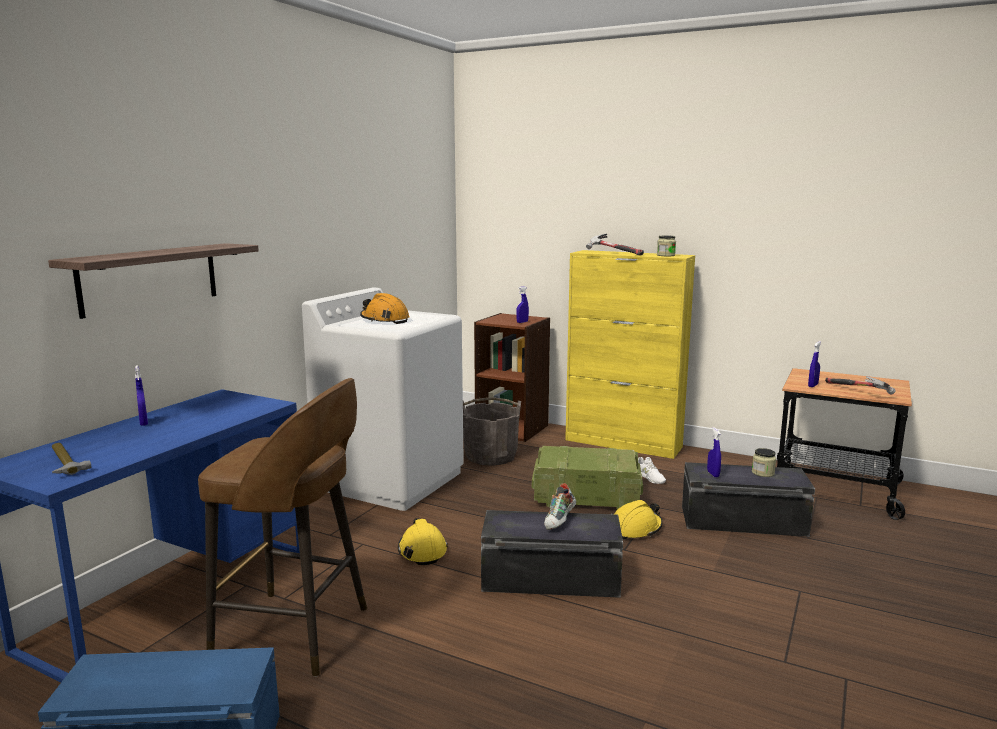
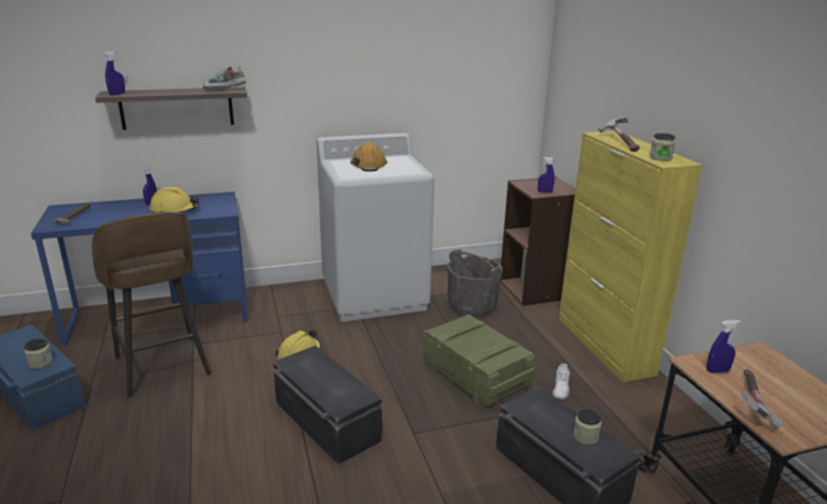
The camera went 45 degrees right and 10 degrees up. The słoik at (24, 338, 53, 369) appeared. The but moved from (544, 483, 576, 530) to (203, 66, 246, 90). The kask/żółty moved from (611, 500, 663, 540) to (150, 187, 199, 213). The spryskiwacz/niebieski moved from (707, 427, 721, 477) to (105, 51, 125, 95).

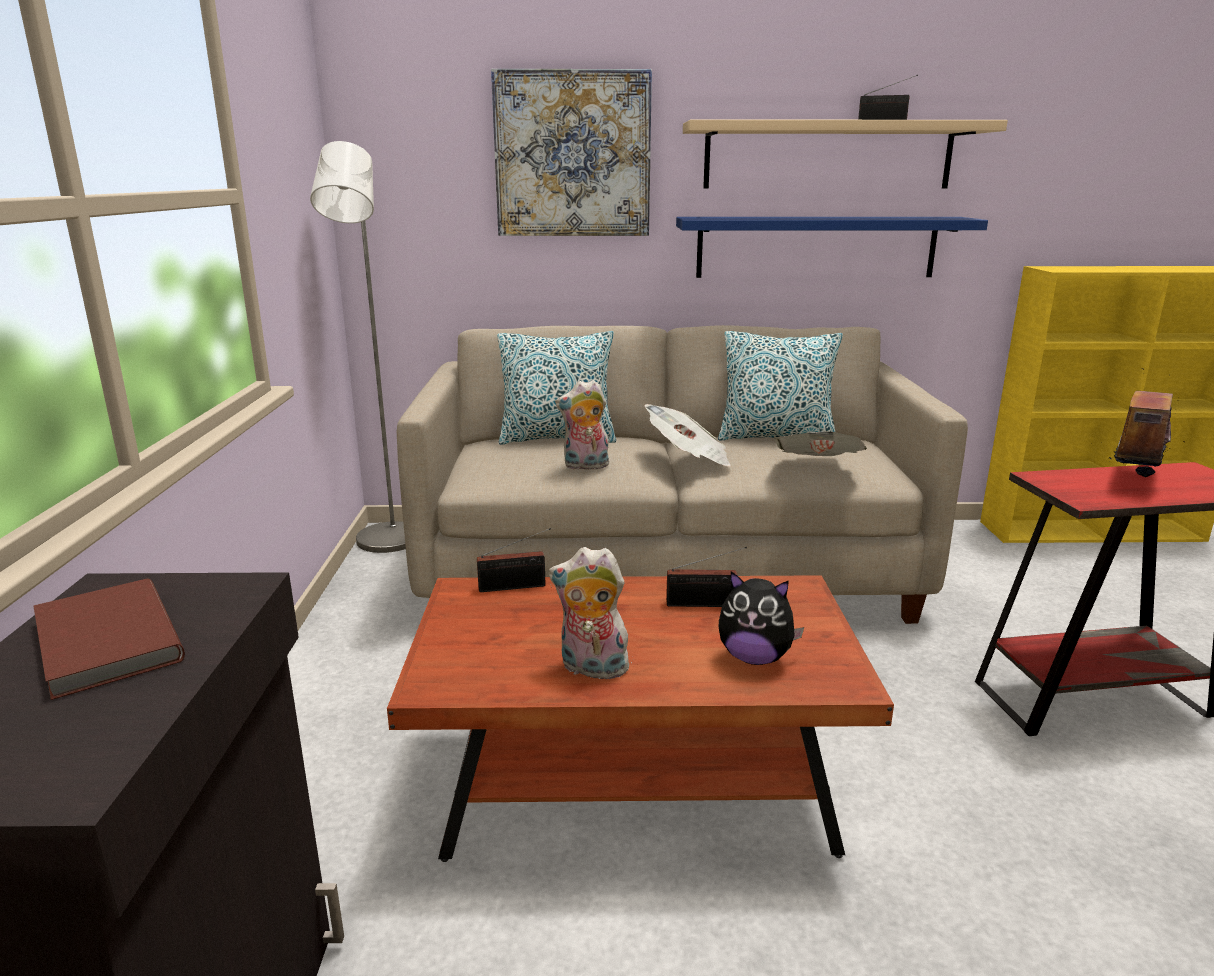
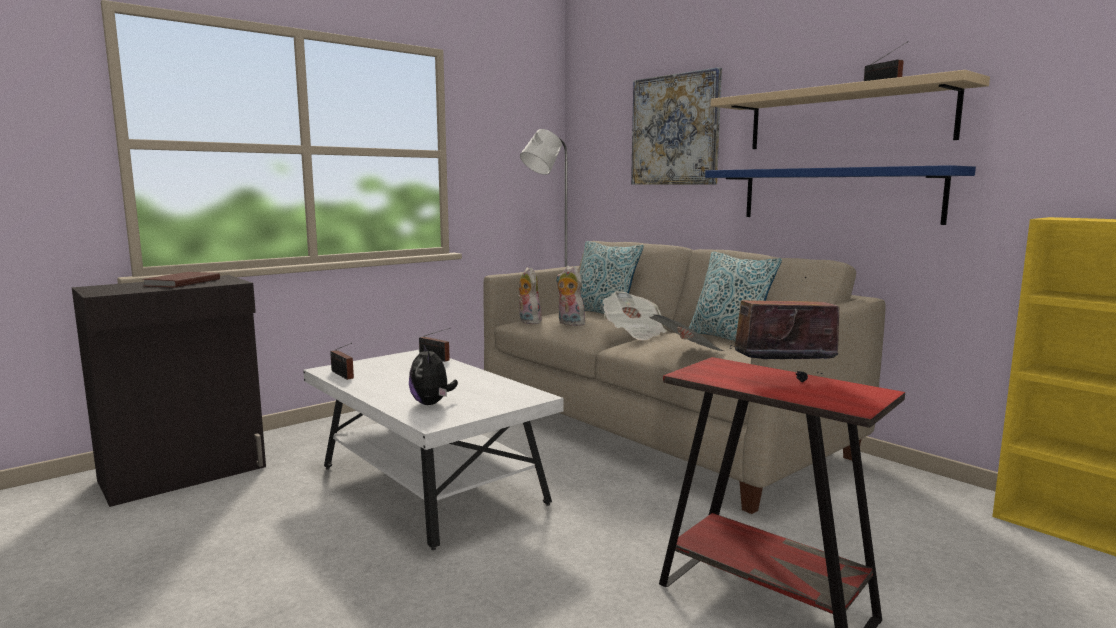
The camera went 50 degrees right and 10 degrees down. The pluszak moved from (549, 547, 632, 683) to (517, 267, 542, 324). The radio moved from (666, 547, 747, 607) to (330, 343, 354, 380). The ława/brązowy at (387, 575, 894, 862) became the ława/biały at (303, 350, 563, 550).

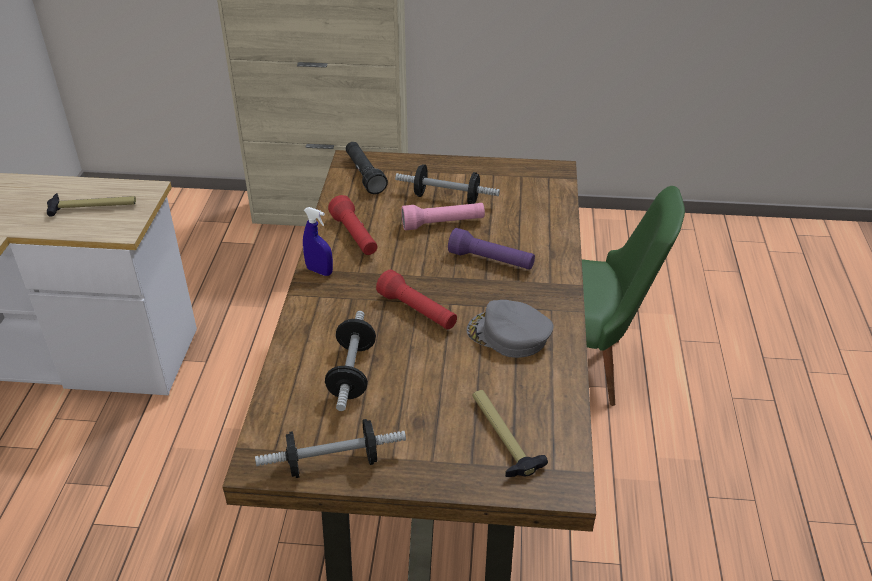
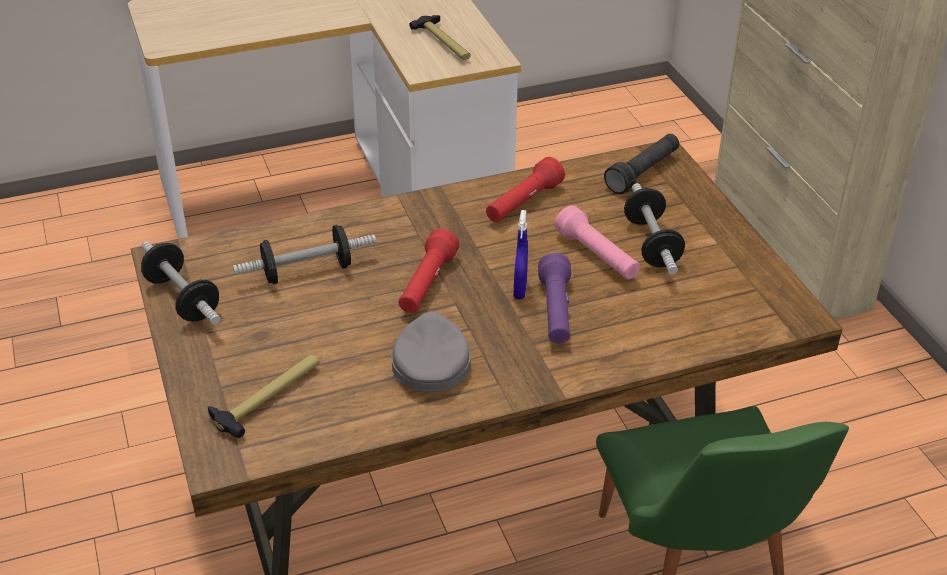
The camera went 65 degrees right and 0 degrees up. The spryskiwacz/niebieski moved from (303, 207, 333, 276) to (513, 210, 528, 299).

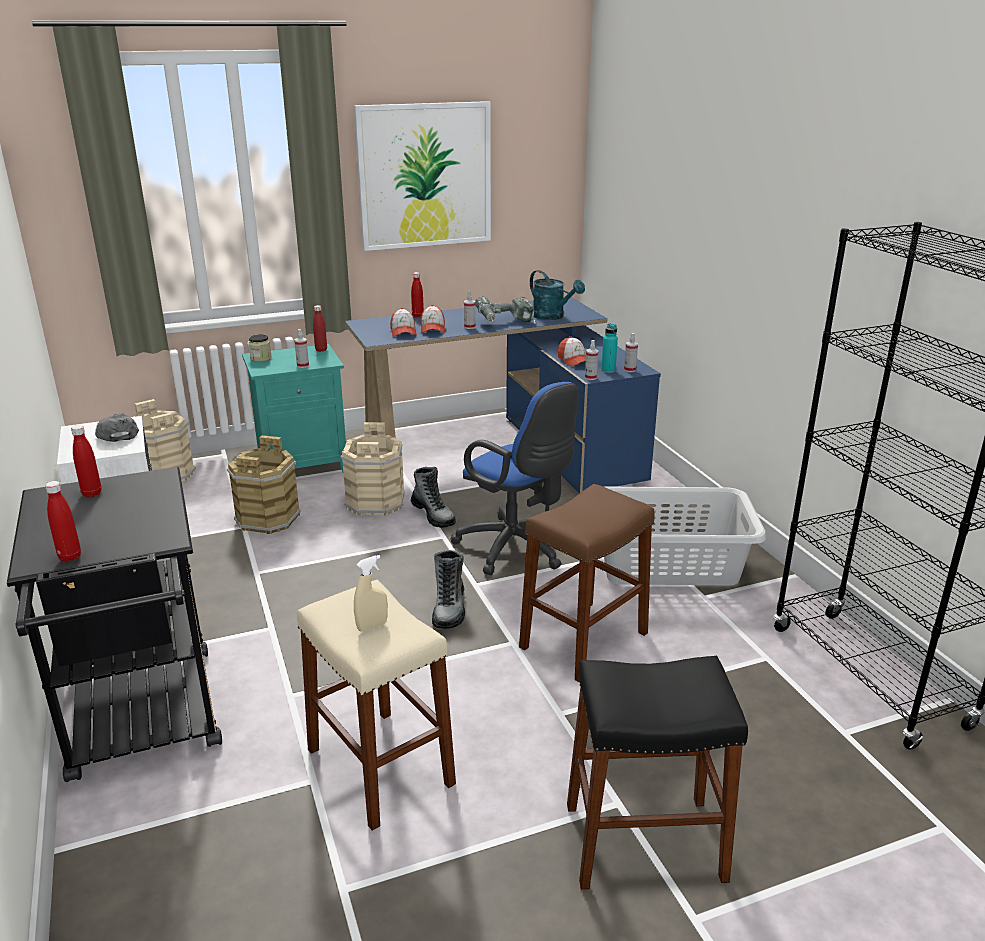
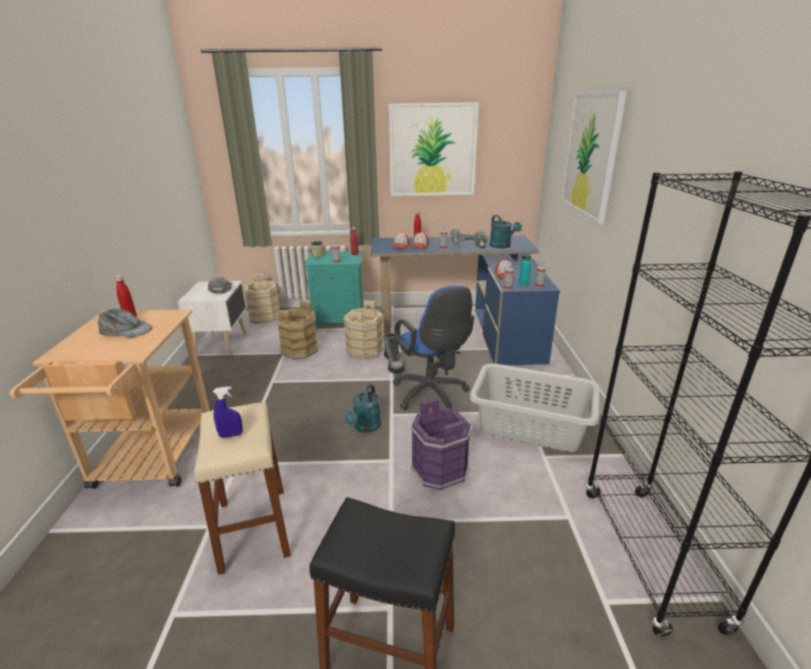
The camera went 20 degrees right and 0 degrees up. The butelka/czerwony at (45, 481, 81, 562) disappeared. The czapka z daszkiem/szary at (98, 308, 153, 337) appeared. The obraz at (561, 91, 627, 224) appeared. The but z cholewką at (432, 550, 465, 629) was replaced by the konewka/turkusowy at (345, 384, 381, 433). The stołek/brązowy at (519, 484, 655, 683) was replaced by the wiadro/fioletowy at (410, 397, 471, 490). The wózek/czarny at (7, 467, 222, 782) became the wózek/beżowy at (10, 309, 210, 489). The spryskiwacz/beżowy at (354, 555, 388, 632) became the spryskiwacz/niebieski at (213, 386, 243, 438).

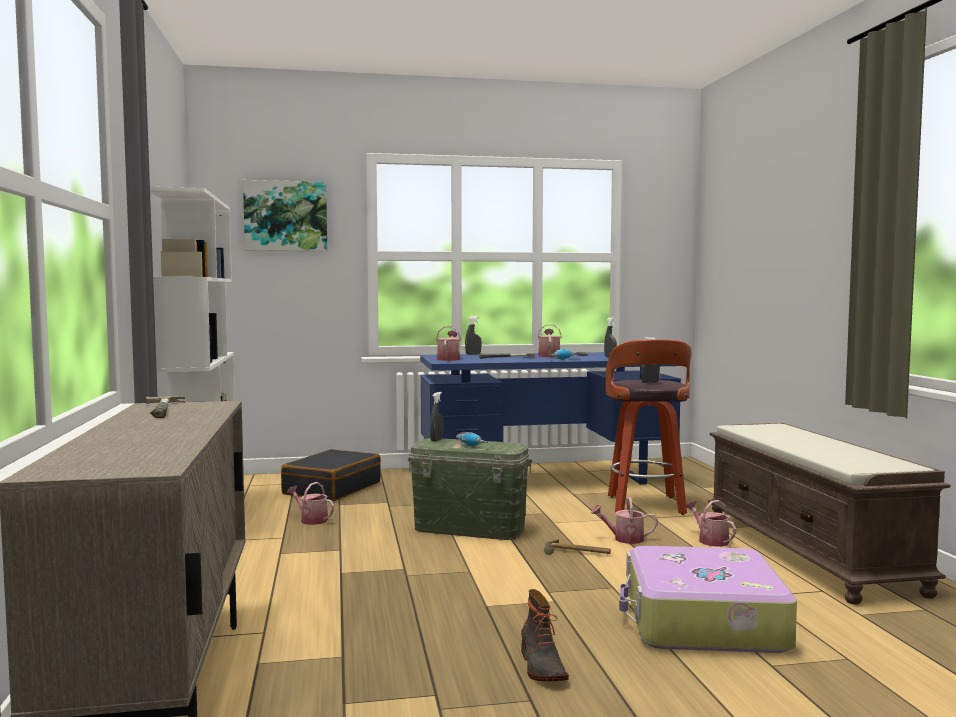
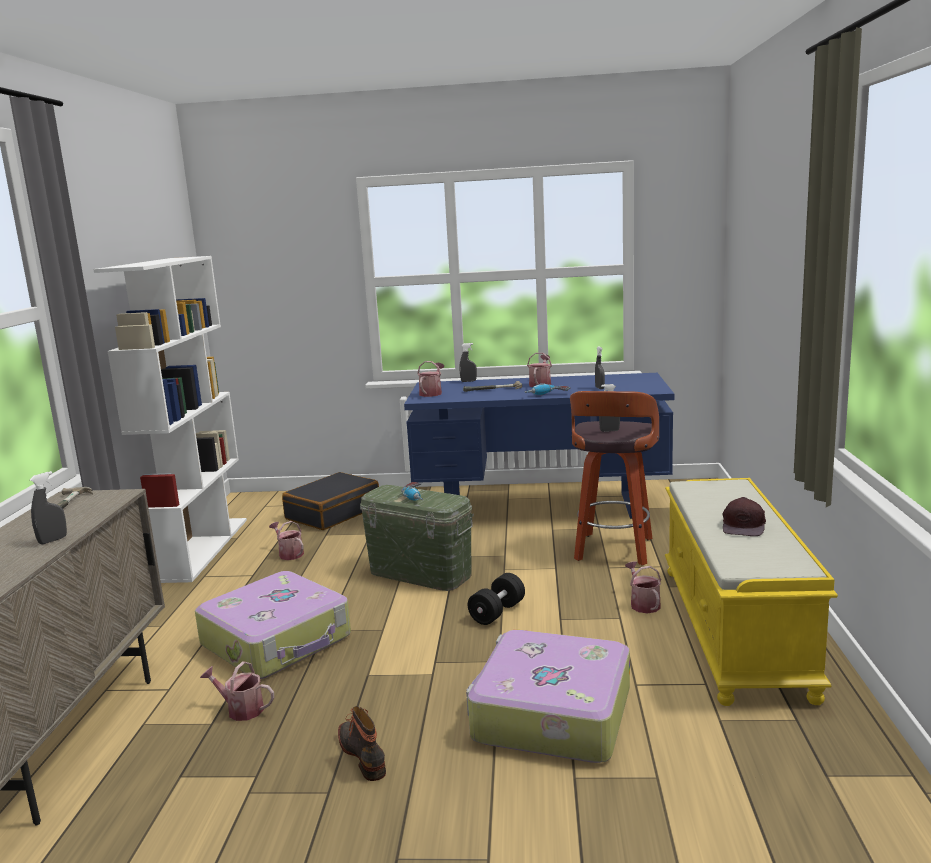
The camera went 15 degrees right and 10 degrees up. The obraz at (243, 180, 327, 251) disappeared. The walizka at (195, 571, 351, 679) appeared. The czapka z daszkiem/brązowy at (722, 497, 766, 536) appeared. The spryskiwacz/szary moved from (430, 392, 444, 442) to (30, 471, 67, 544). The konewka moved from (591, 497, 658, 544) to (200, 661, 274, 721). The młotek at (544, 539, 611, 555) was replaced by the hantel/czarny at (468, 573, 525, 625). The ławka/brązowy at (708, 423, 951, 605) became the ławka/żółty at (665, 478, 838, 706). The but z cholewką at (521, 589, 569, 681) turned 150 degrees clockwise.

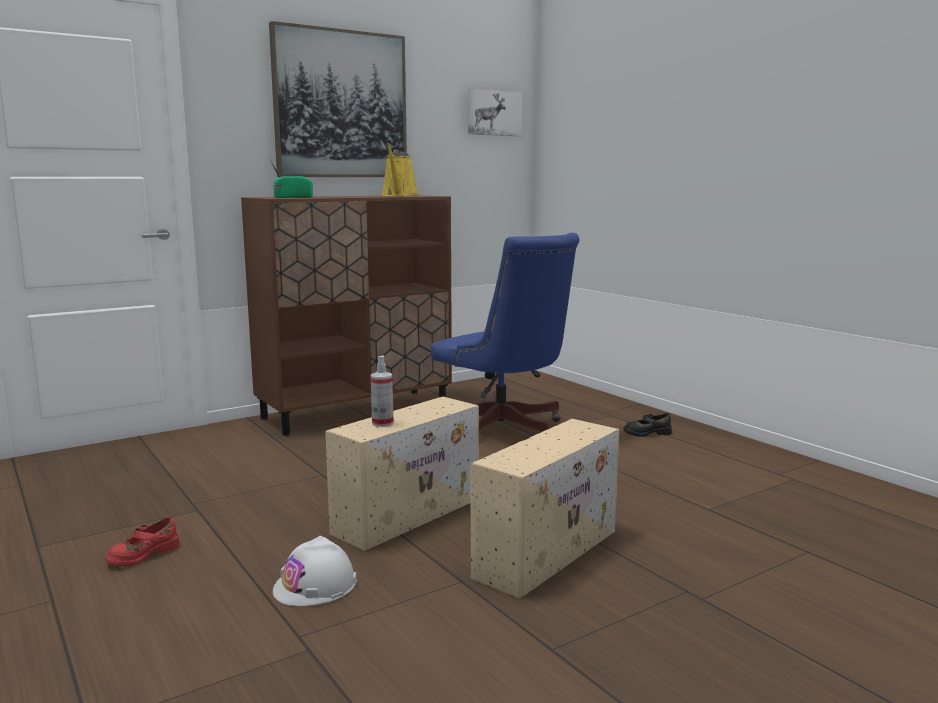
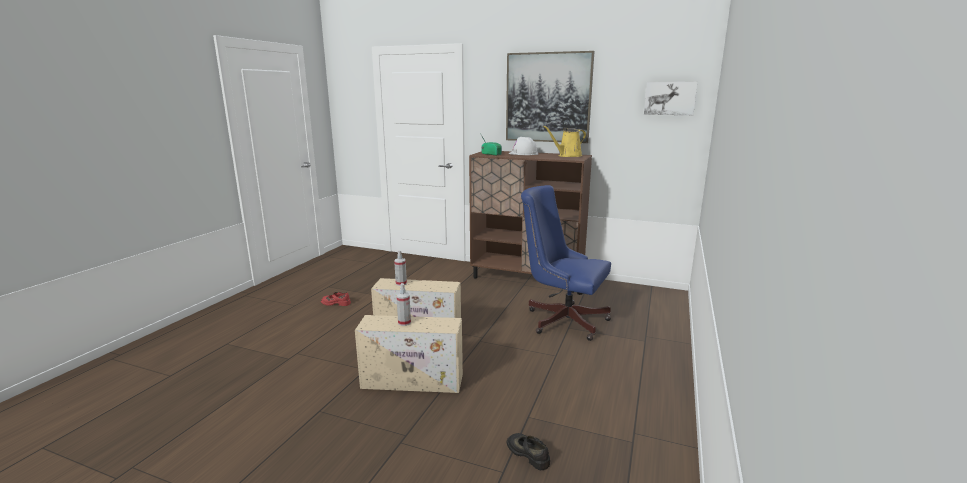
The camera went 55 degrees right and 5 degrees up. The spryskiwacz at (396, 283, 411, 326) appeared. The kask/biały moved from (273, 536, 357, 606) to (509, 137, 538, 155). The but/czarny moved from (623, 413, 672, 437) to (507, 433, 550, 470). The krzesło biurowe/niebieski at (431, 233, 580, 432) turned 105 degrees clockwise.

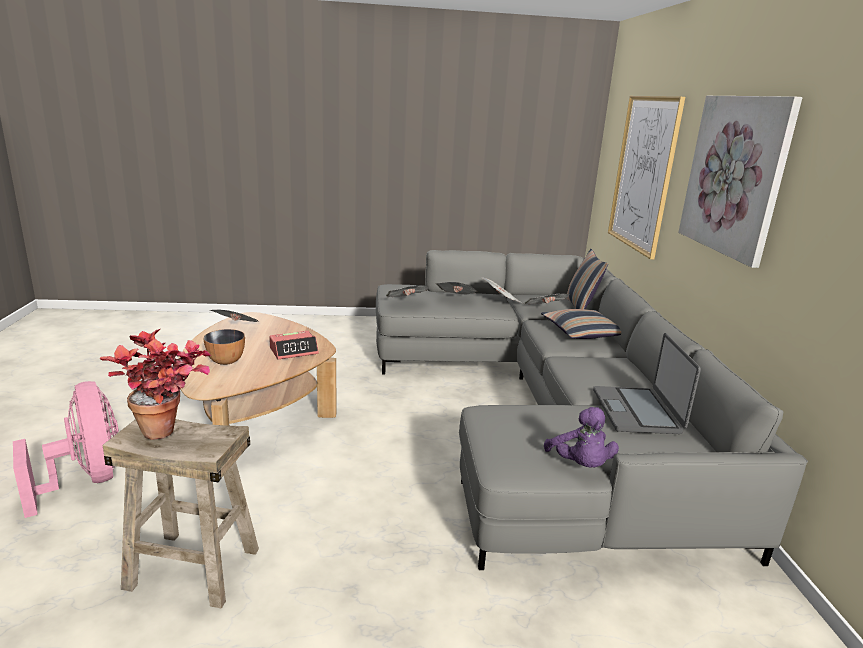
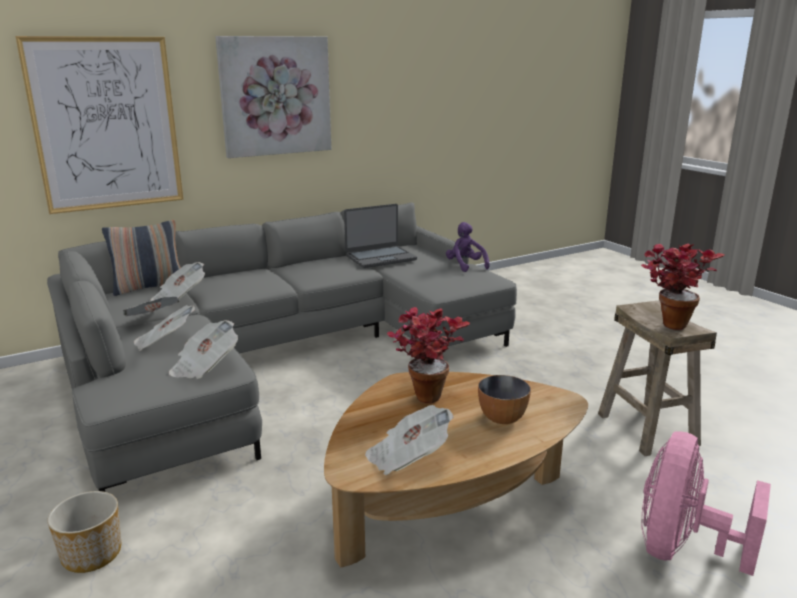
The camera went 115 degrees left and 0 degrees up. The poduszka at (541, 309, 621, 339) disappeared. The donica at (47, 491, 121, 573) appeared. The budzik at (269, 331, 319, 360) was replaced by the roślina doniczkowa at (387, 307, 470, 403). The pluszak/fioletowy at (544, 407, 619, 468) turned 75 degrees counterclockwise.

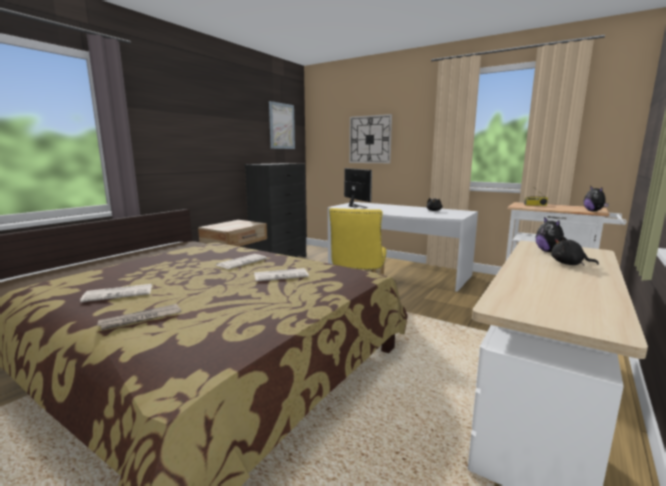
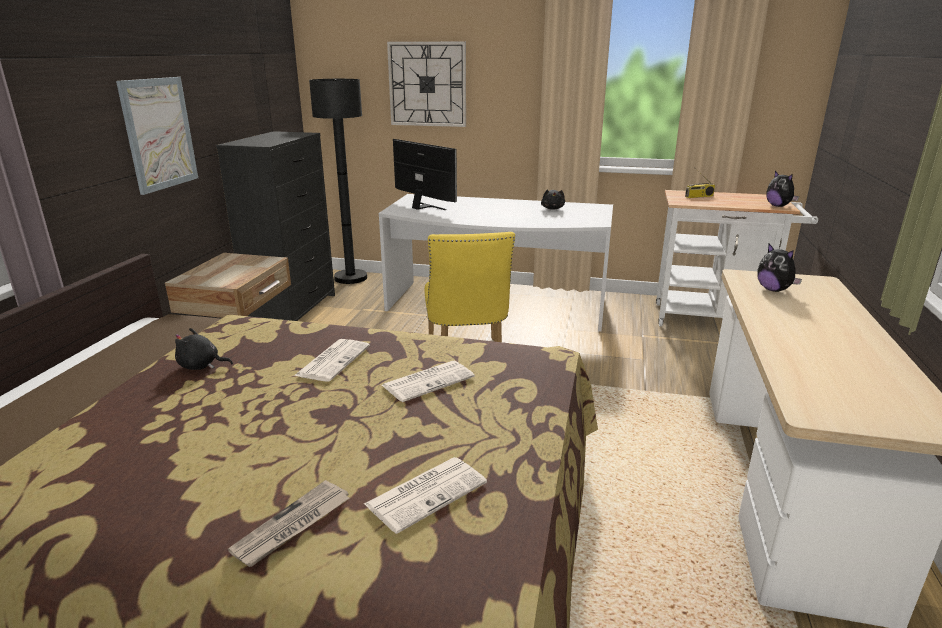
The camera went 20 degrees left and 10 degrees up. The lampa stojąca/czarny at (309, 79, 367, 284) appeared. The gazeta moved from (80, 284, 152, 302) to (364, 457, 487, 534). The obraz moved from (269, 101, 295, 149) to (116, 77, 198, 195). The pluszak/czarny moved from (551, 236, 599, 266) to (175, 328, 233, 370).

